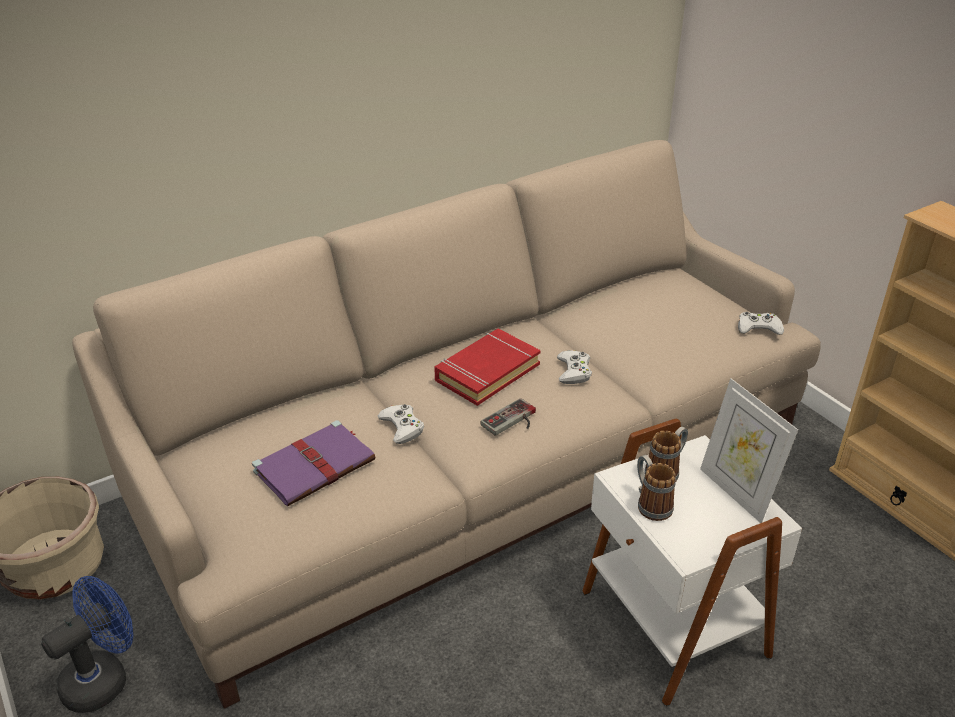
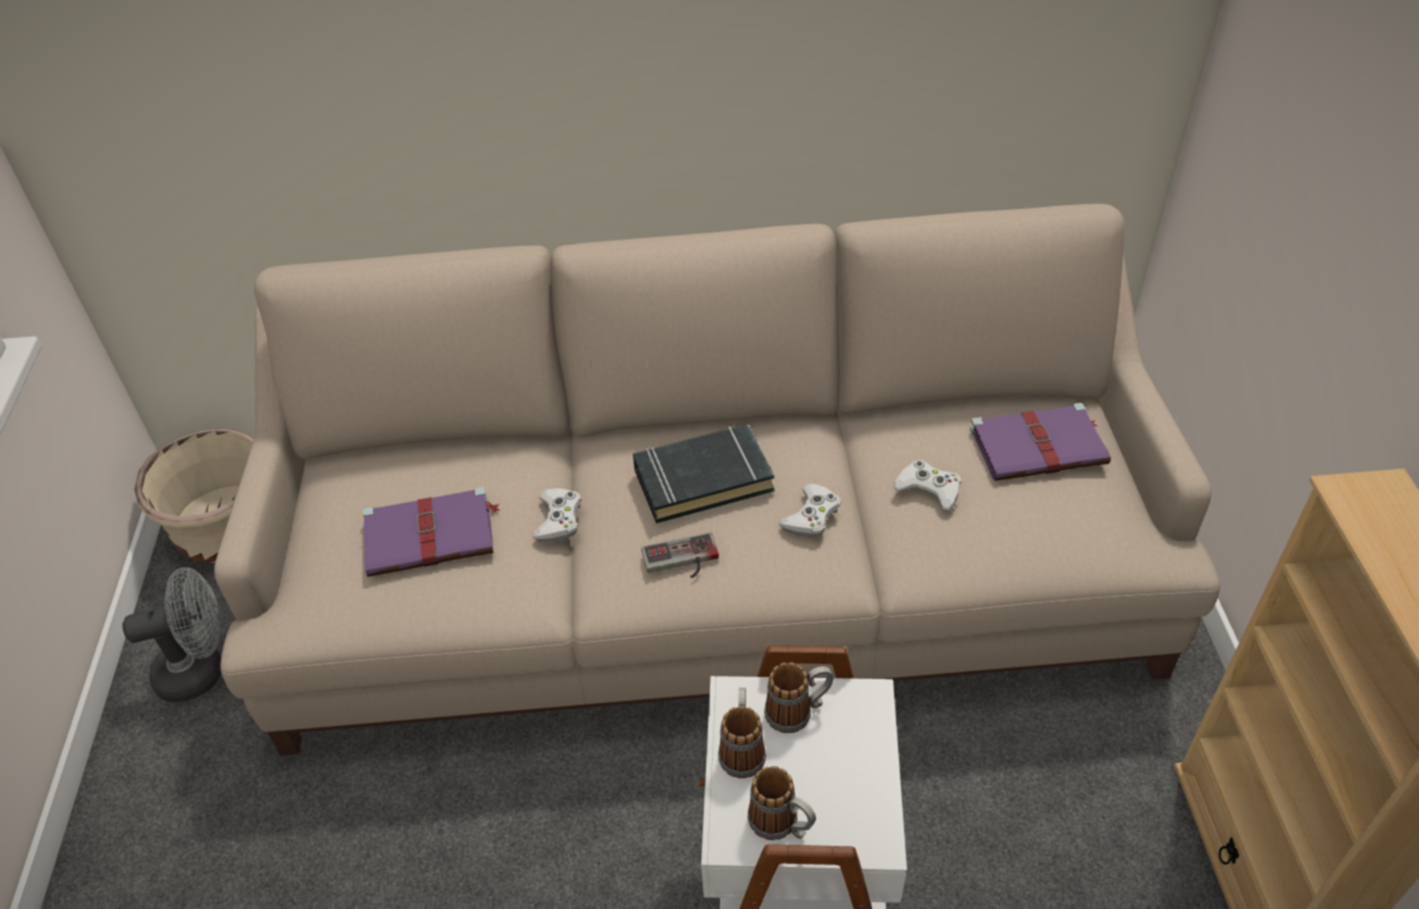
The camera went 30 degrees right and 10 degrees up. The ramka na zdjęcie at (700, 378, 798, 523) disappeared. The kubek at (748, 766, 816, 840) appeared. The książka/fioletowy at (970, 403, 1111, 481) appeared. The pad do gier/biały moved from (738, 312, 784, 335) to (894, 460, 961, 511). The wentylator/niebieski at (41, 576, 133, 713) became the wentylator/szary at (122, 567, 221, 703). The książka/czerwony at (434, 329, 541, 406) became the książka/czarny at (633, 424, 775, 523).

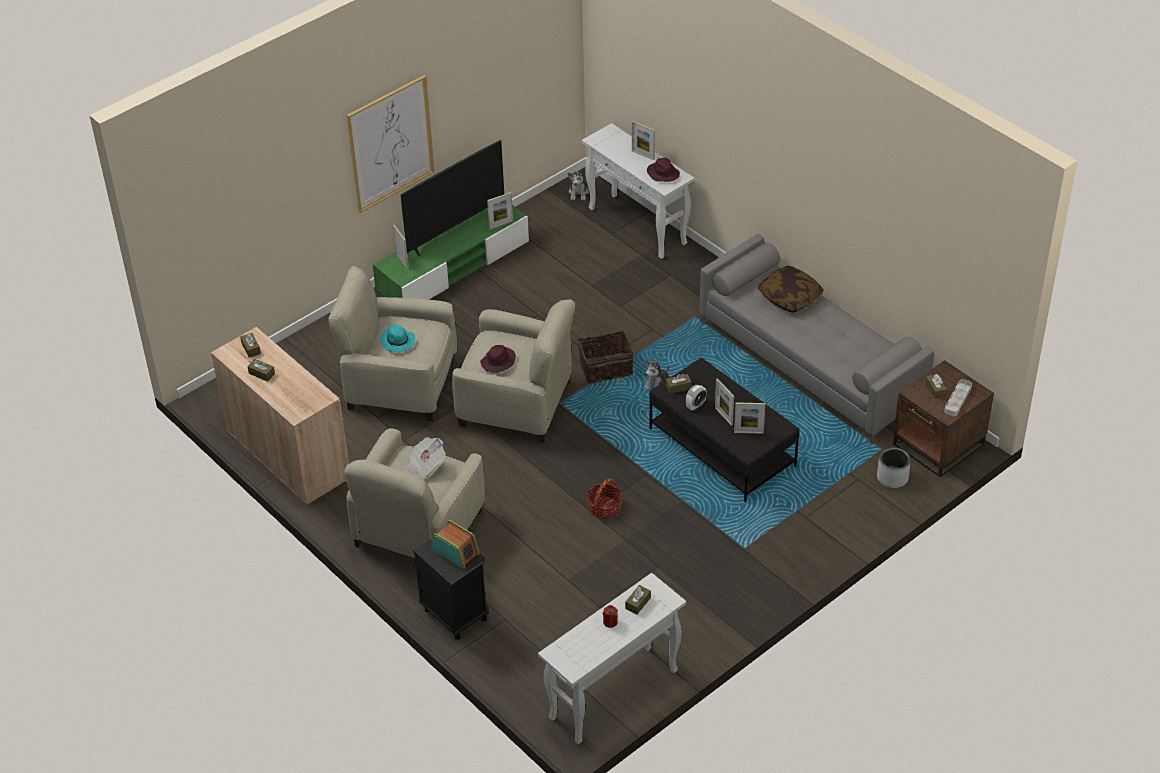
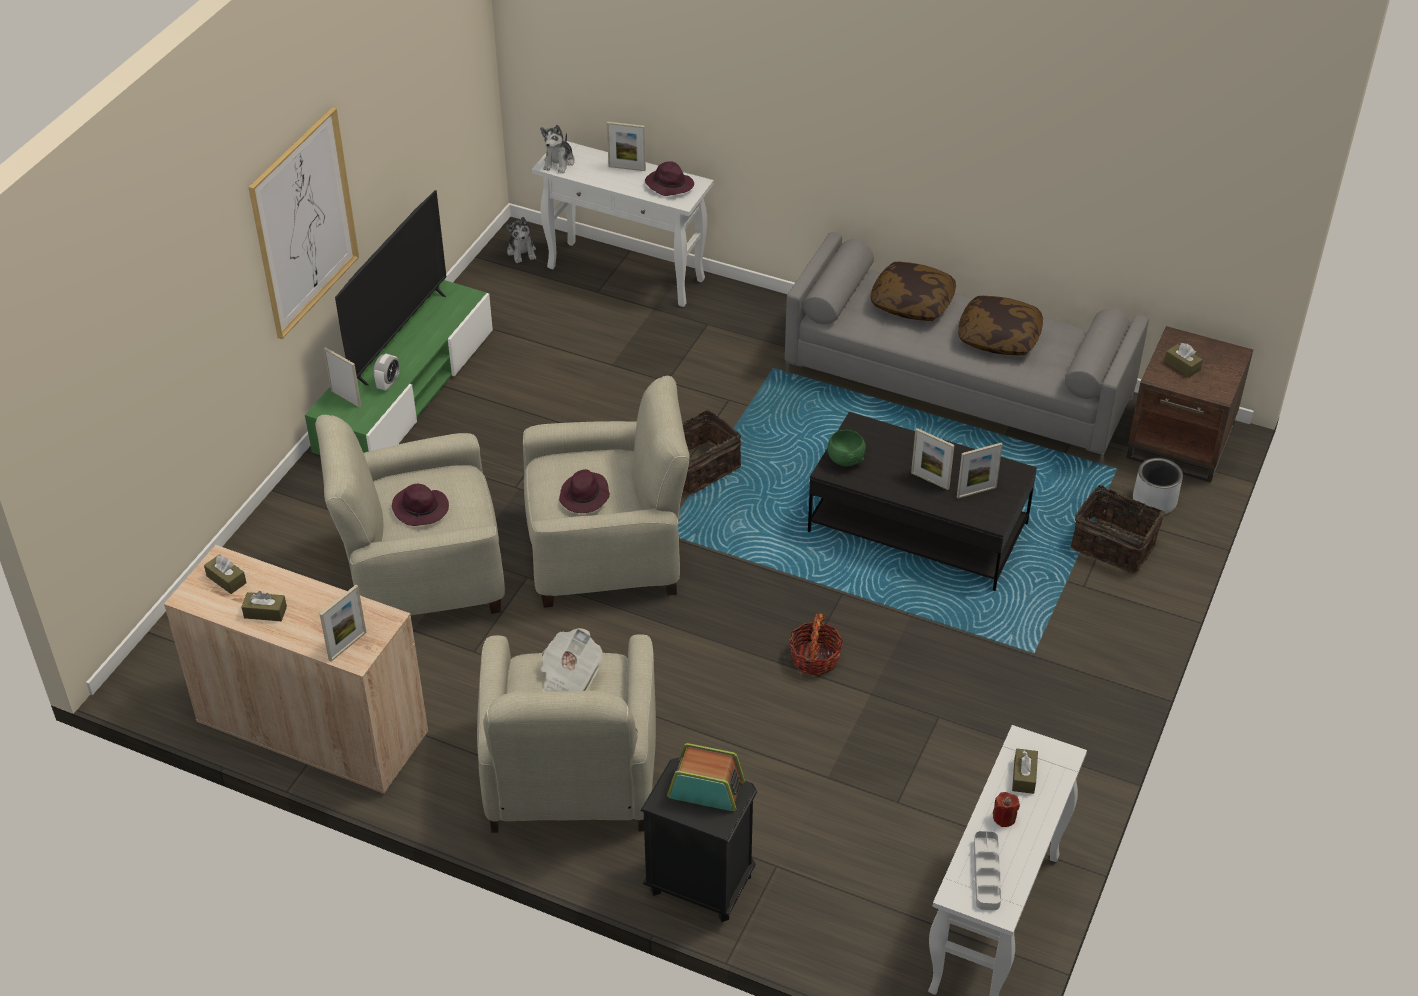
The camera went 25 degrees left and 0 degrees up. The poduszka at (958, 296, 1043, 356) appeared. The koszyk at (1070, 485, 1165, 573) appeared. The ramka na zdjęcie moved from (487, 192, 513, 230) to (320, 585, 366, 662). The pluszak moved from (643, 359, 669, 390) to (540, 125, 575, 173). The budzik moved from (686, 385, 707, 411) to (373, 354, 399, 391). The taca/szary moved from (944, 379, 972, 416) to (974, 831, 1001, 910). The pudełko chusteczek/brązowy at (666, 374, 692, 394) was replaced by the miska/zielony at (827, 430, 866, 466). The kapelusz/turkusowy at (380, 325, 415, 352) became the kapelusz/fioletowy at (392, 484, 449, 526).

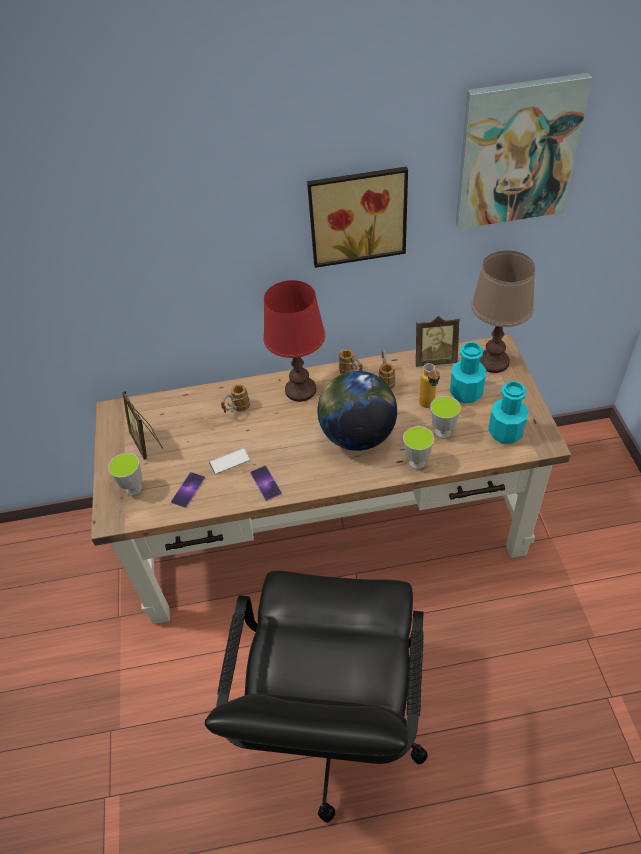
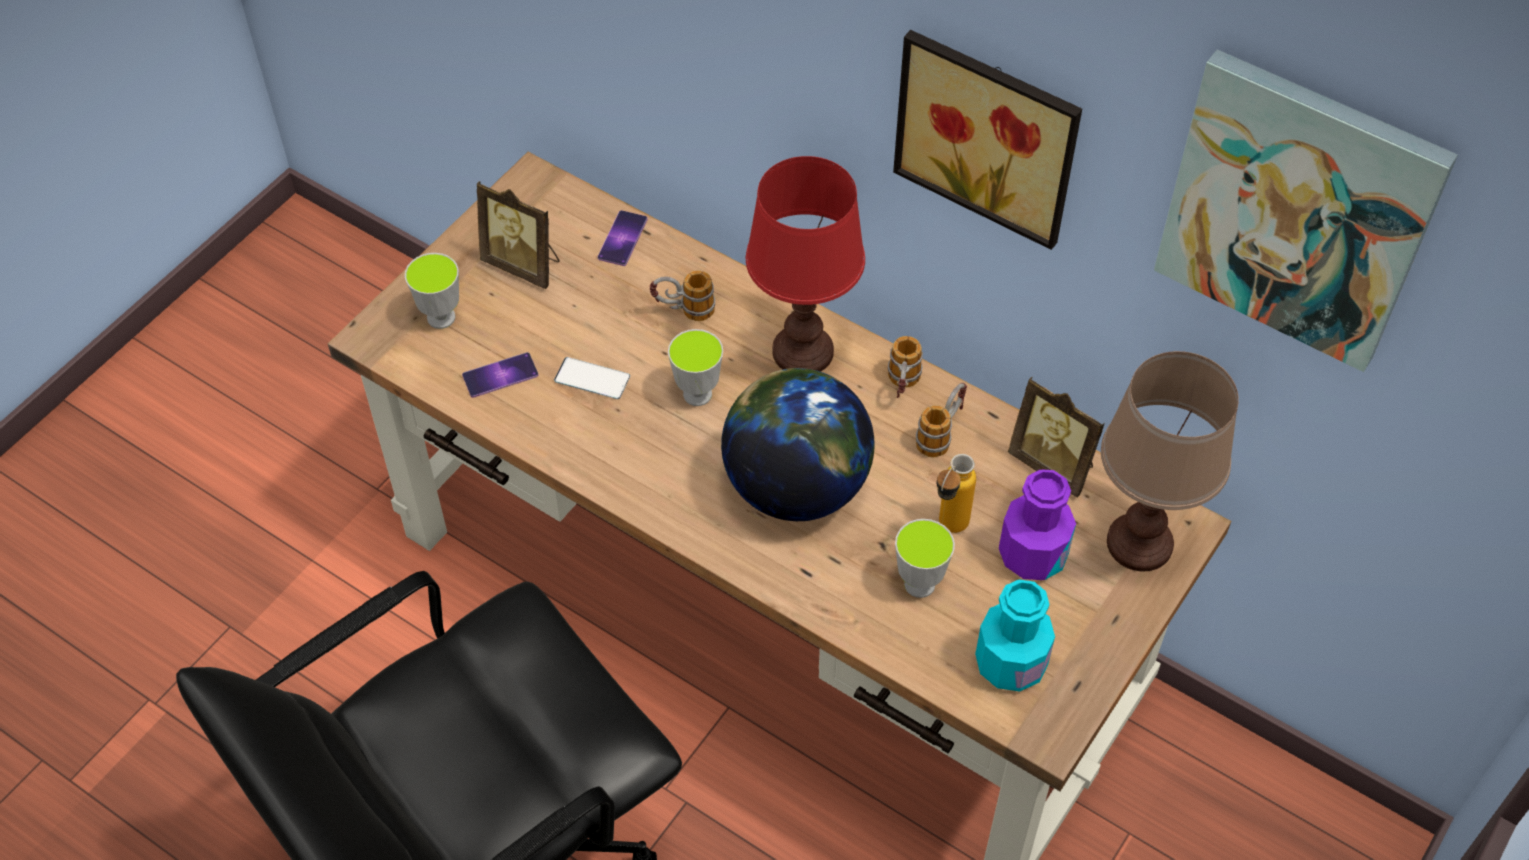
The camera went 40 degrees right and 5 degrees up. The telefon moved from (250, 466, 282, 501) to (598, 210, 647, 266). The filiżanka moved from (403, 426, 434, 469) to (668, 329, 723, 406). The butelka/turkusowy at (450, 342, 486, 403) became the butelka/fioletowy at (999, 469, 1076, 580). The ramka na zdjęcie at (122, 391, 163, 460) turned 75 degrees counterclockwise.

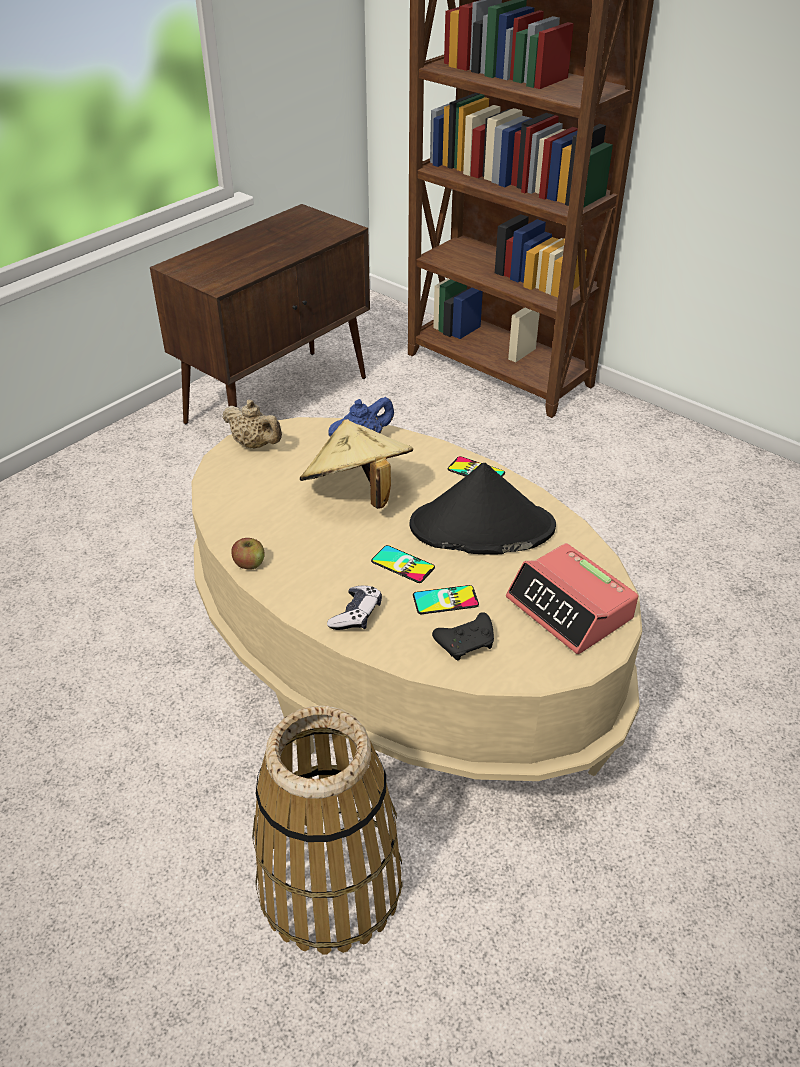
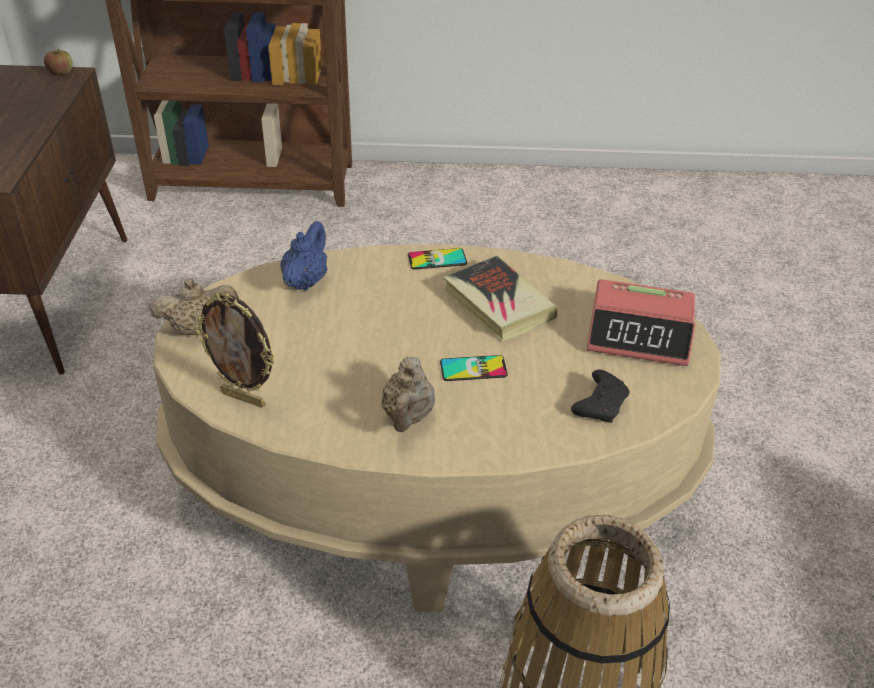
The camera went 40 degrees left and 0 degrees up. The kapelusz/beżowy at (300, 419, 413, 509) disappeared. The pad do gier at (327, 586, 382, 630) disappeared. The telefon at (413, 585, 479, 614) disappeared. The ramka na zdjęcie at (194, 293, 275, 408) appeared. The imbryk/beżowy at (381, 356, 435, 432) appeared. The jabłko moved from (231, 538, 265, 570) to (44, 49, 73, 75). The kapelusz/czarny at (410, 463, 556, 555) was replaced by the książka at (443, 256, 558, 342).

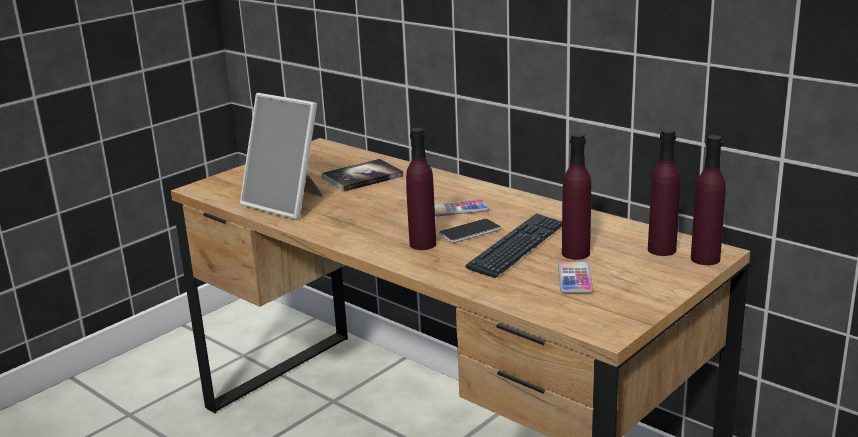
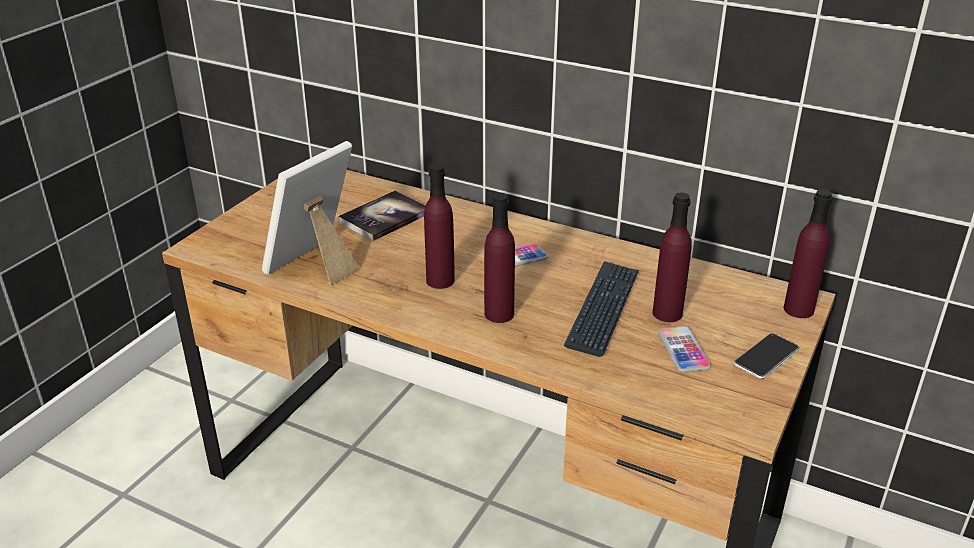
The camera went 15 degrees left and 10 degrees up. The telefon moved from (439, 219, 501, 243) to (734, 333, 799, 379). The butelka/fioletowy moved from (648, 129, 680, 256) to (424, 164, 455, 289). The ramka na zdjęcie at (240, 93, 323, 220) turned 105 degrees clockwise.

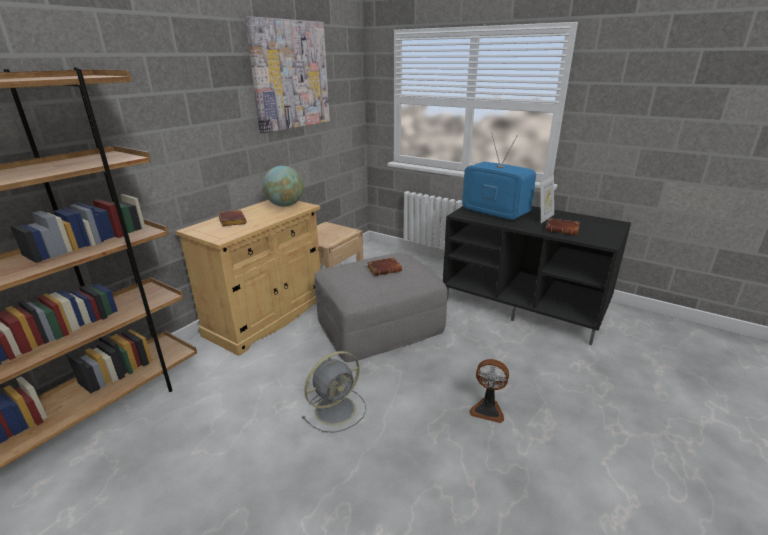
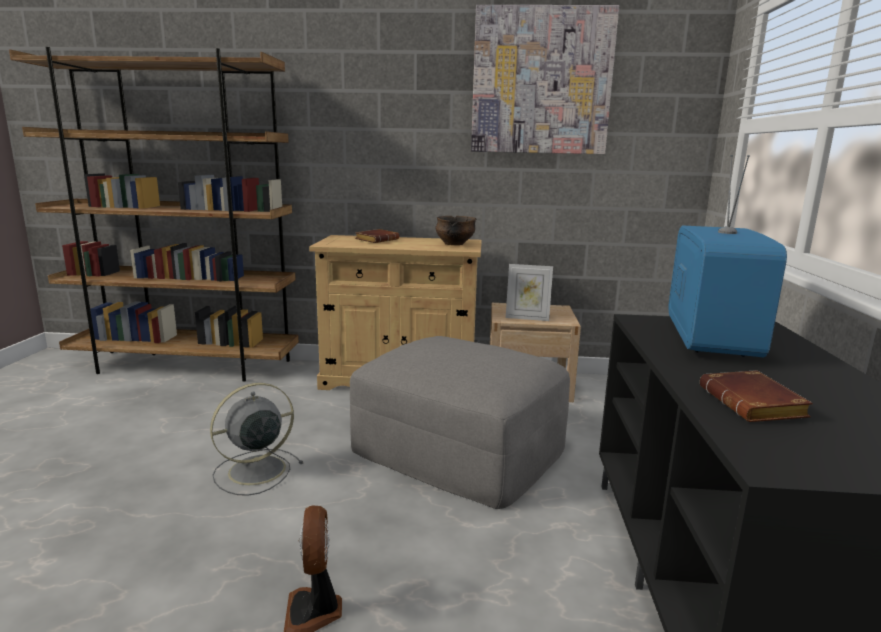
The camera went 60 degrees right and 10 degrees down. The książka/brązowy at (367, 257, 402, 276) disappeared. The ramka na zdjęcie moved from (540, 175, 554, 223) to (506, 264, 553, 321). The globus at (263, 166, 304, 207) was replaced by the miska at (435, 216, 476, 245). The wentylator/szary at (302, 351, 366, 433) turned 120 degrees clockwise.

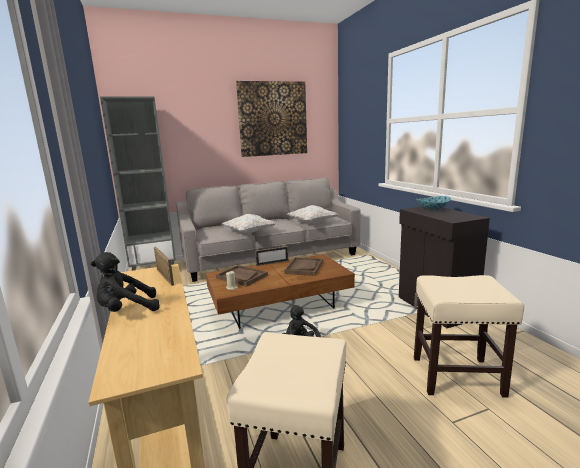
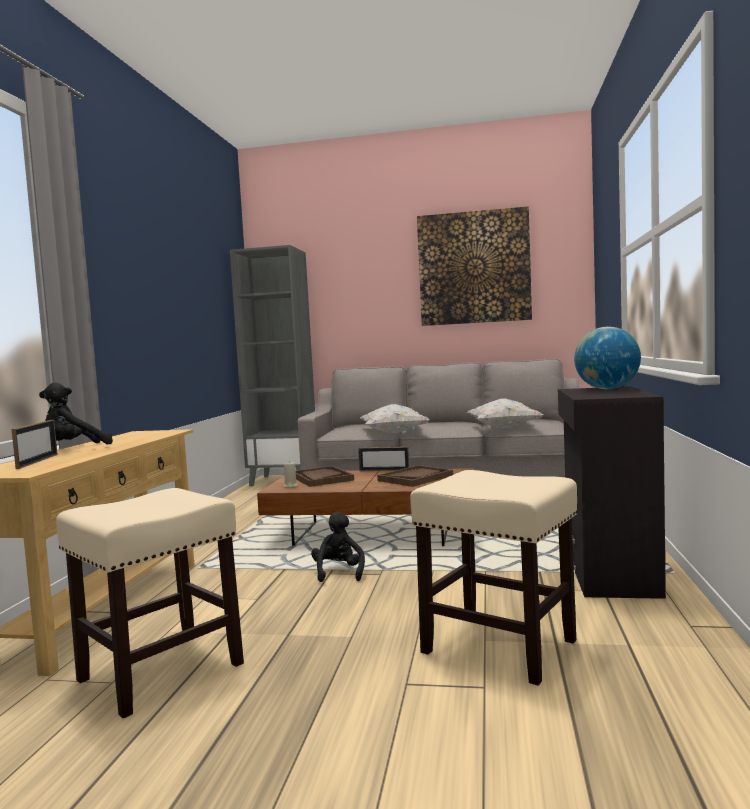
The camera went 30 degrees right and 10 degrees down. The ramka na zdjęcie moved from (154, 247, 174, 286) to (12, 420, 58, 469). The miska at (416, 196, 451, 210) was replaced by the globus at (574, 327, 641, 389). The pluszak/czarny at (91, 252, 160, 312) turned 45 degrees counterclockwise.

